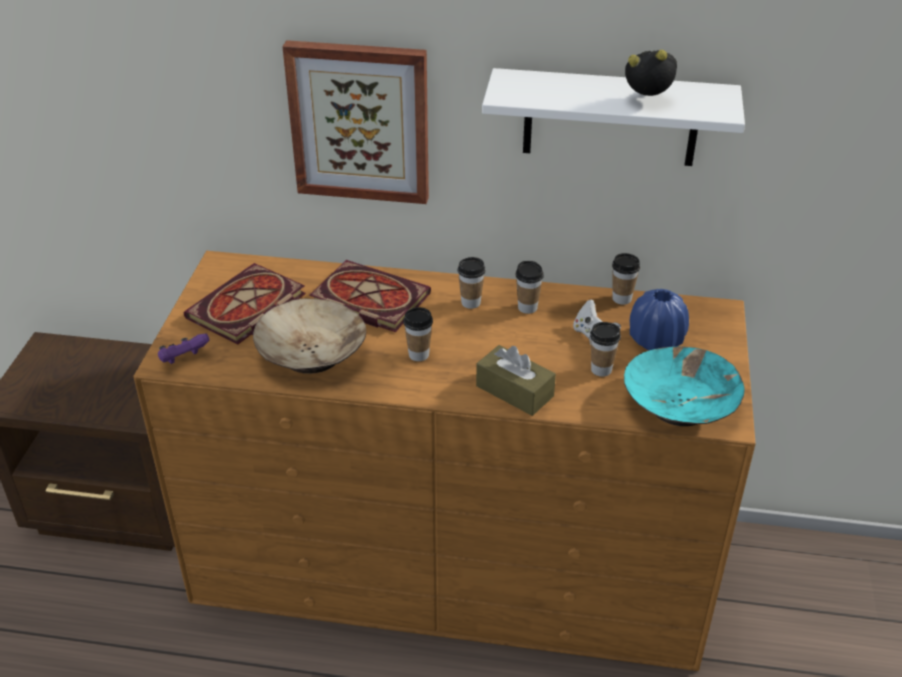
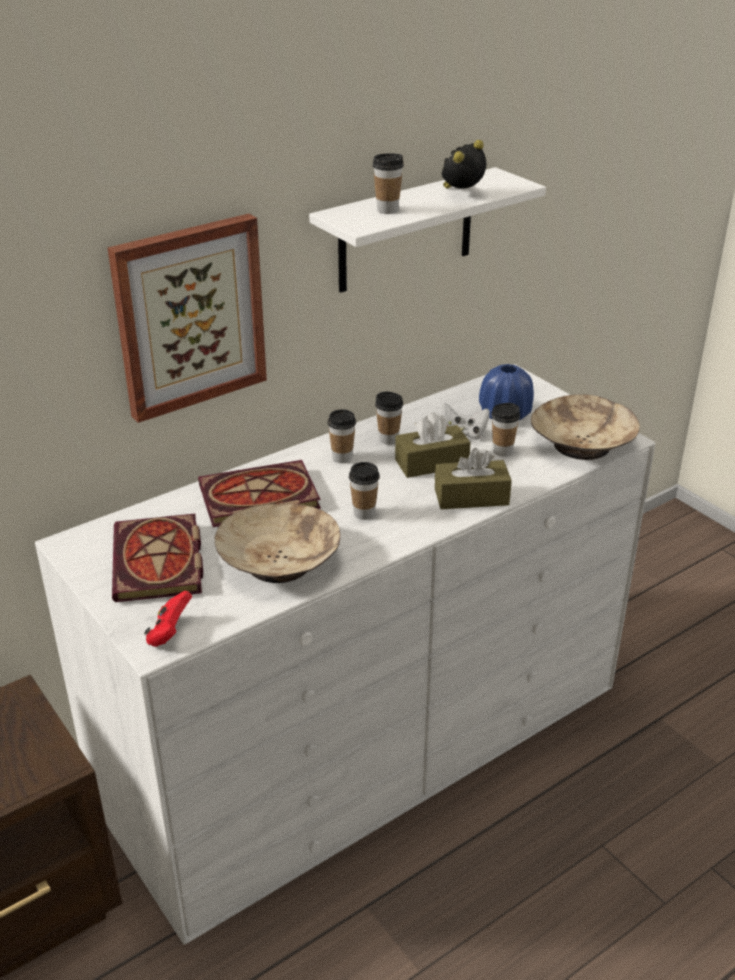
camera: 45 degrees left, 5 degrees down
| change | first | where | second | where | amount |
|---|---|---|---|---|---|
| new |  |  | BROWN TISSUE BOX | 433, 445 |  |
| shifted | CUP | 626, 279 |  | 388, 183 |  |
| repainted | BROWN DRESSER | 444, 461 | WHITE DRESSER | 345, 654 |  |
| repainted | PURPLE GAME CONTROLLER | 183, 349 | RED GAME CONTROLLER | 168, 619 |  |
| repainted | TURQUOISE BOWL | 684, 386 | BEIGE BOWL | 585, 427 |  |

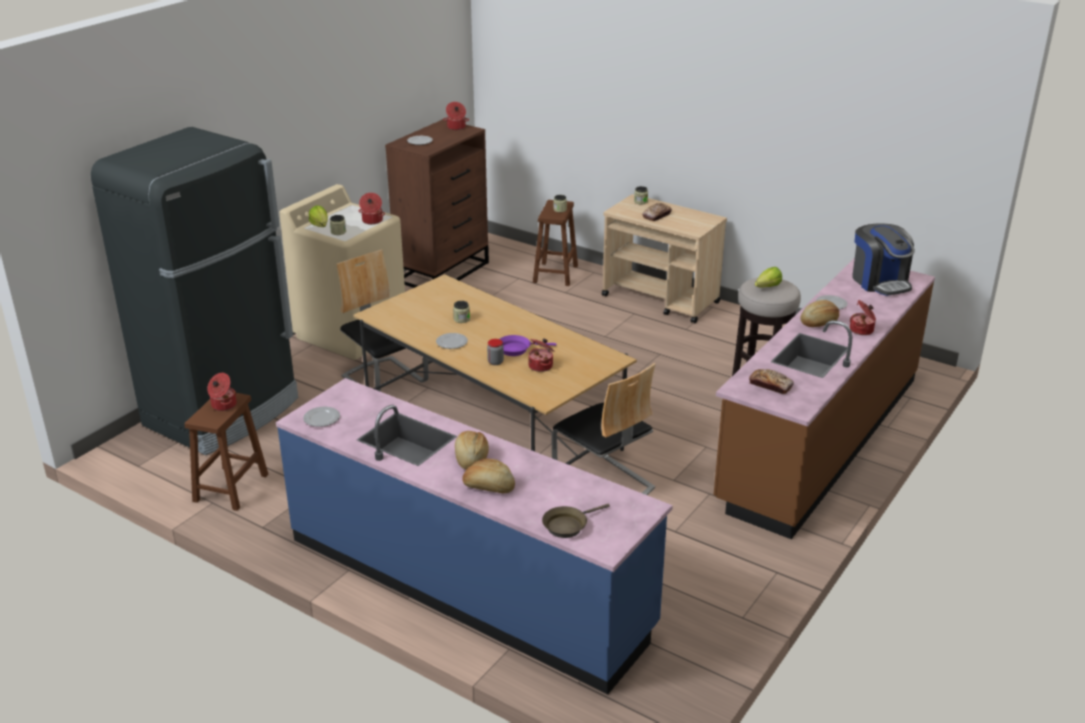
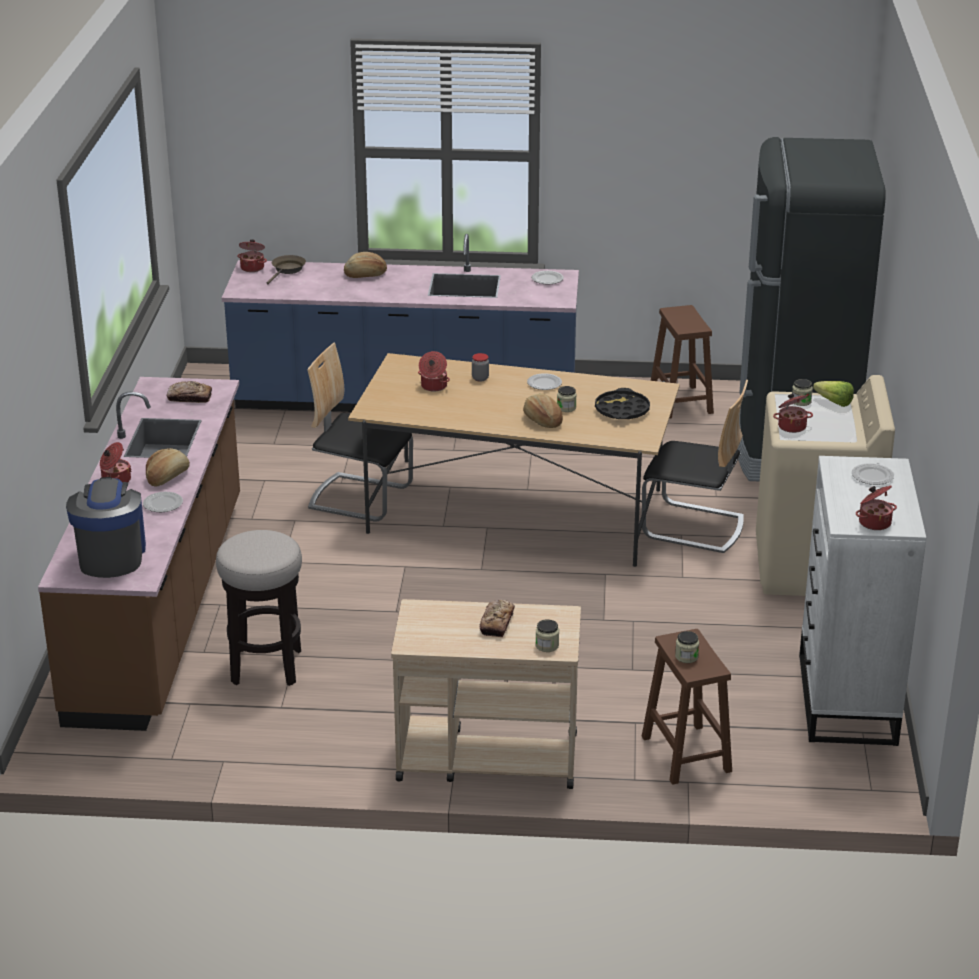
camera: 150 degrees right, 0 degrees up
| change | first | where | second | where | amount |
|---|---|---|---|---|---|
| gone | PURPLE FRYING PAN | 528, 345 |  |  |  |
| gone | LETTUCE | 768, 277 |  |  |  |
| new |  |  | BLACK TRAY | 622, 403 |  |
| shifted | COOKING POT | 222, 392 |  | 252, 255 |  |
| shifted | BREAD | 472, 450 |  | 543, 410 |  |
| repainted | BROWN DRESSER | 437, 203 | WHITE DRESSER | 862, 601 |  |
| rotated | COFFEE MACHINE | 883, 260 |  | 106, 527 | 45 degrees clockwise |

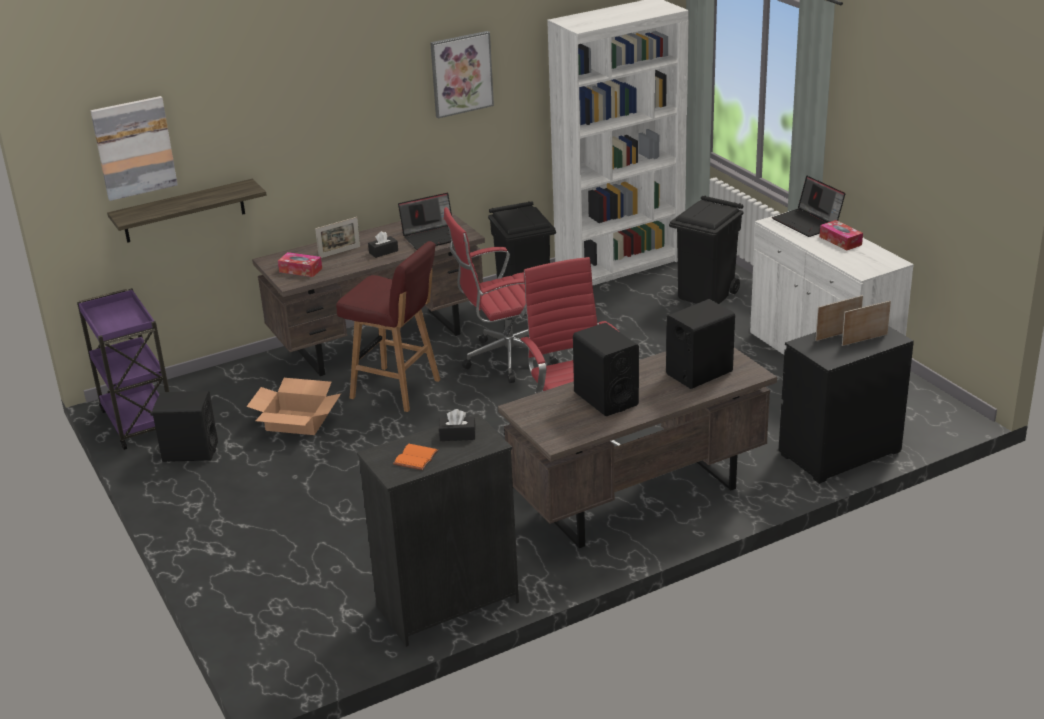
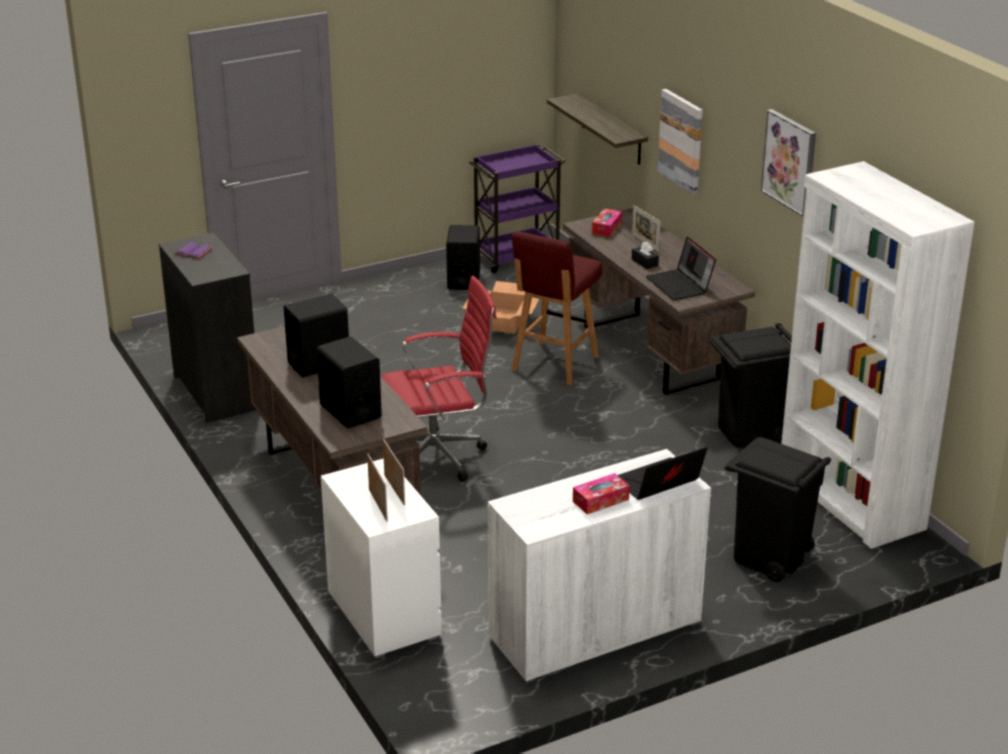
camera: 90 degrees right, 0 degrees up
| change | first | where | second | where | amount |
|---|---|---|---|---|---|
| gone | BLACK TISSUE BOX | 457, 425 |  |  |  |
| gone | RED OFFICE CHAIR | 501, 295 |  |  |  |
| shifted | PICTURE | 134, 148 |  | 680, 142 |  |
| repainted | ORANGE BOOK | 416, 457 | PURPLE BOOK | 194, 250 |  |
| repainted | BLACK DRESSER | 846, 405 | WHITE DRESSER | 381, 558 |  |

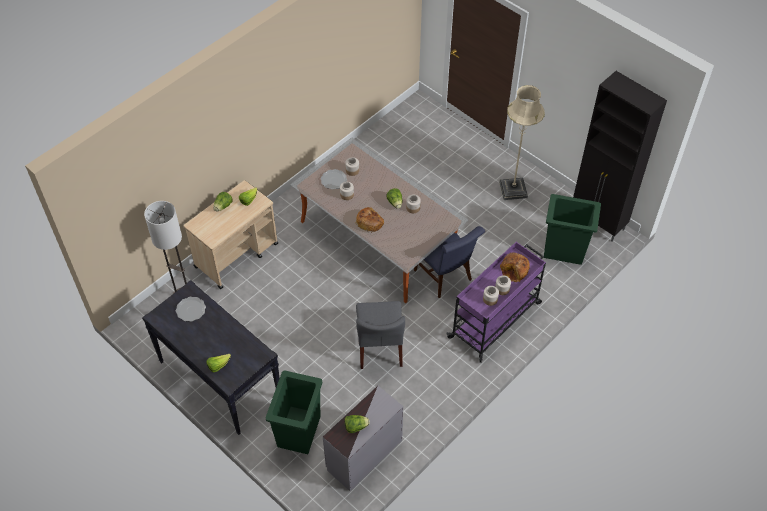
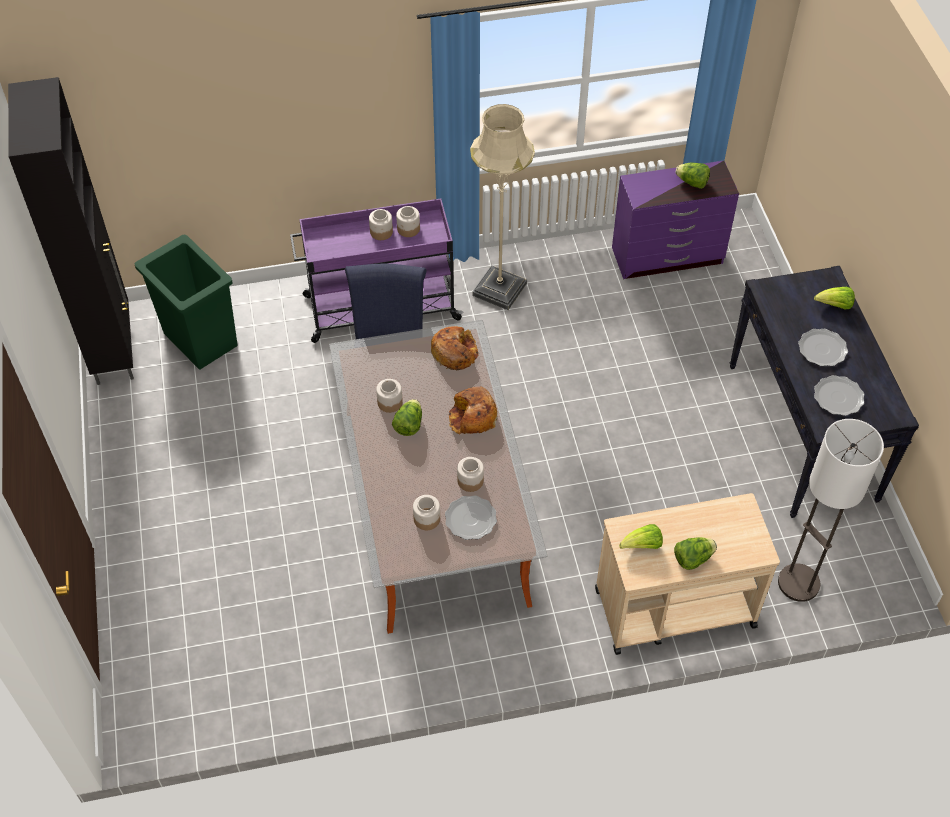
camera: 145 degrees left, 0 degrees up
| change | first | where | second | where | amount |
|---|---|---|---|---|---|
| gone | GREEN TRASH CAN | 294, 412 |  |  |  |
| gone | GREY CHAIR | 380, 335 |  |  |  |
| new |  |  | PLATE | 823, 347 |  |
| shifted | BEIGE FLOOR LAMP | 522, 142 |  | 502, 207 |  |
| shifted | BREAD | 515, 267 |  | 455, 348 |  |
| repainted | GREY DRESSER | 363, 438 | PURPLE DRESSER | 675, 220 |  |

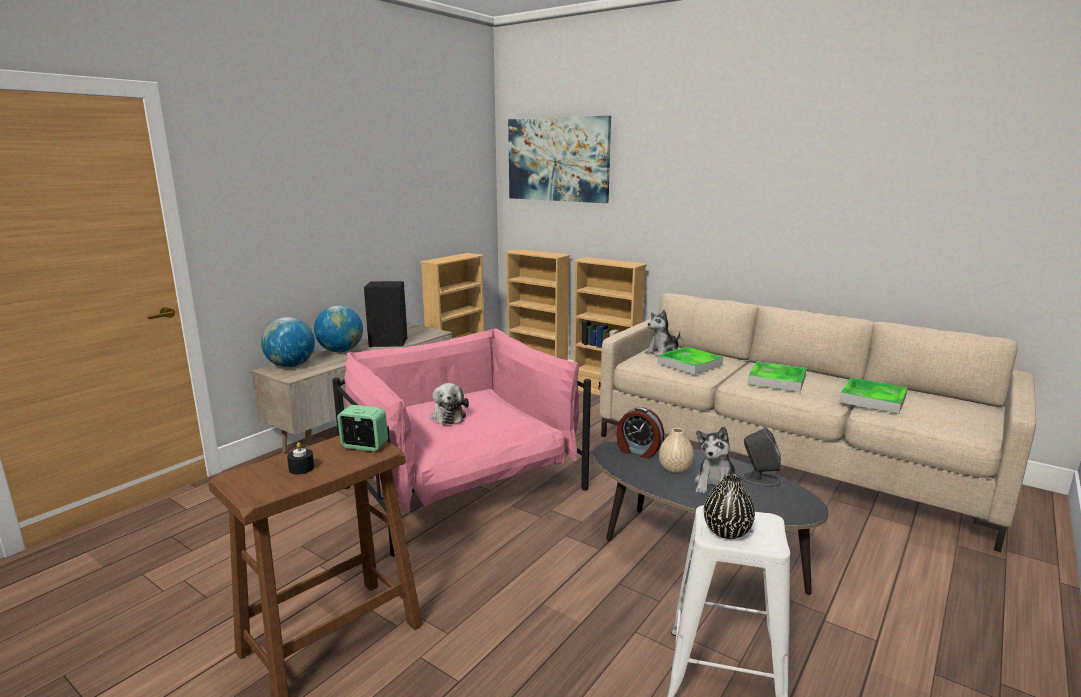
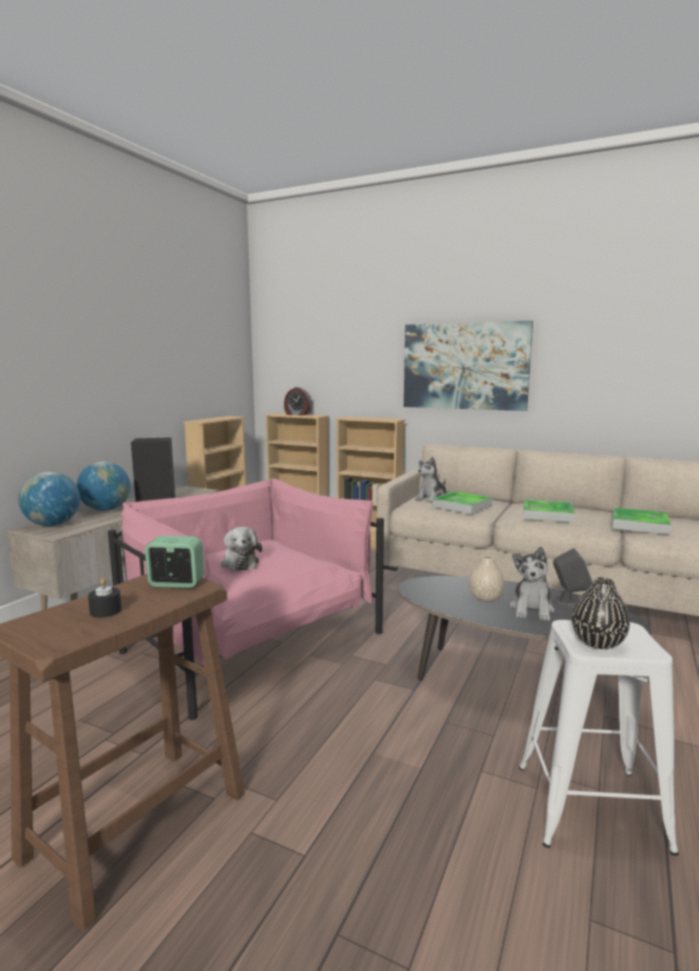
camera: 10 degrees left, 5 degrees down
| change | first | where | second | where | amount |
|---|---|---|---|---|---|
| shifted | PICTURE | 559, 159 |  | 468, 366 |  |
| shifted | ALARM CLOCK | 640, 433 |  | 298, 401 |  |

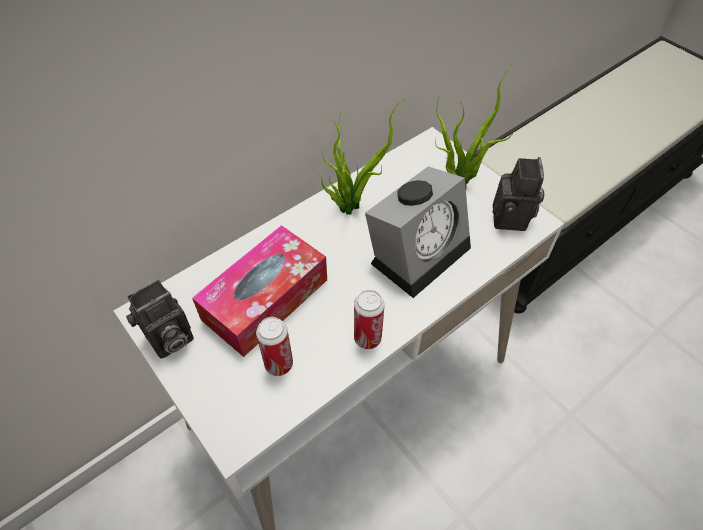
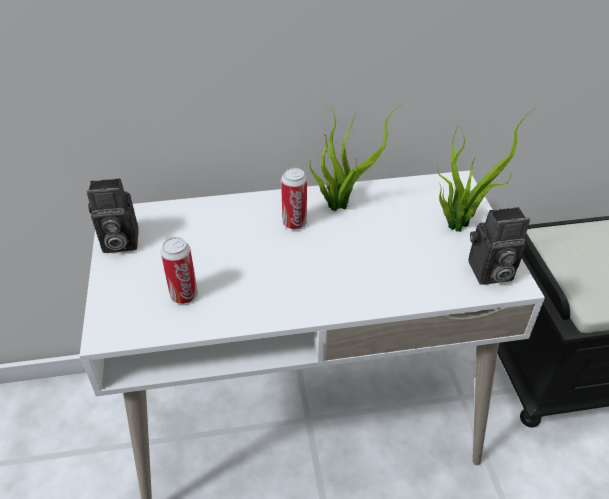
camera: 30 degrees right, 10 degrees down
| change | first | where | second | where | amount |
|---|---|---|---|---|---|
| gone | TISSUE BOX | 259, 291 |  |  |  |
| gone | ALARM CLOCK | 418, 232 |  |  |  |
| shifted | CAN | 369, 319 |  | 294, 198 |  |
| rotated | PHOTO CAMERA | 518, 194 |  | 499, 246 | 45 degrees clockwise |

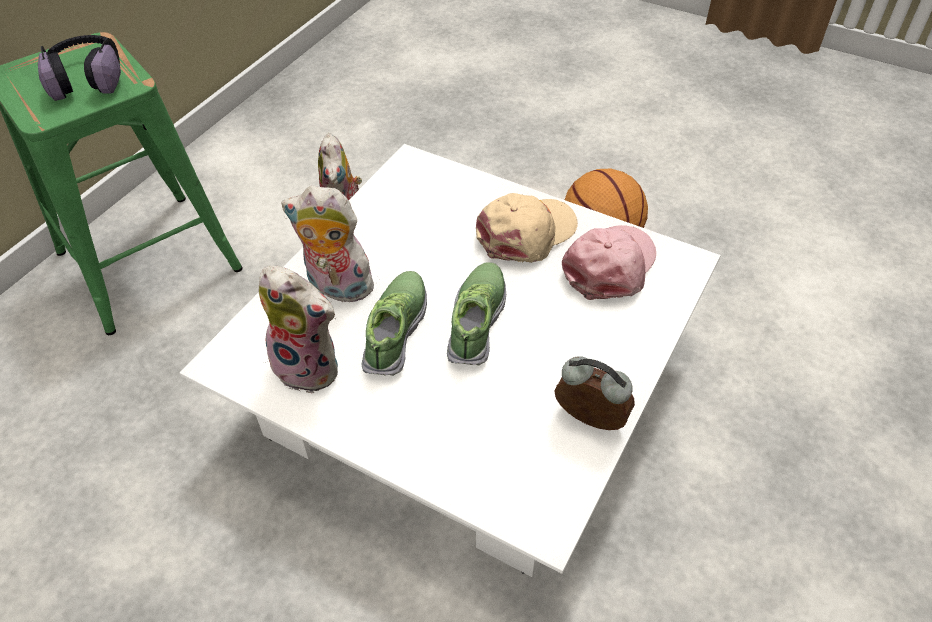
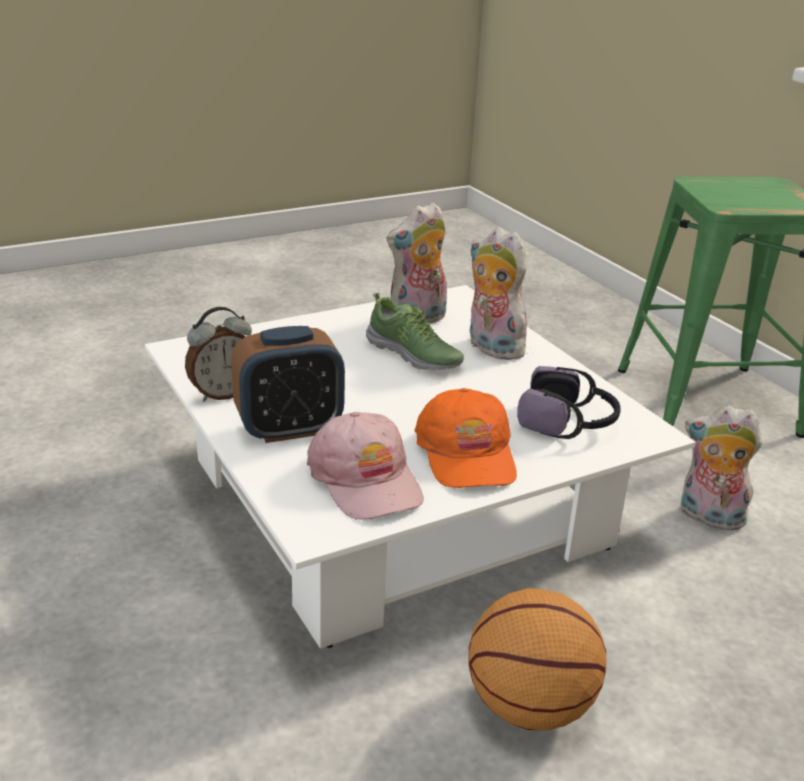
camera: 120 degrees right, 20 degrees down
| change | first | where | second | where | amount |
|---|---|---|---|---|---|
| gone | SHOE | 476, 313 |  |  |  |
| new |  |  | ALARM CLOCK | 288, 384 |  |
| shifted | HEADPHONES | 79, 68 |  | 569, 402 |  |
| repainted | BEIGE CAP | 527, 228 | ORANGE CAP | 466, 438 |  |
| rotated | PLUSH TOY | 331, 244 |  | 499, 293 | 90 degrees counterclockwise |

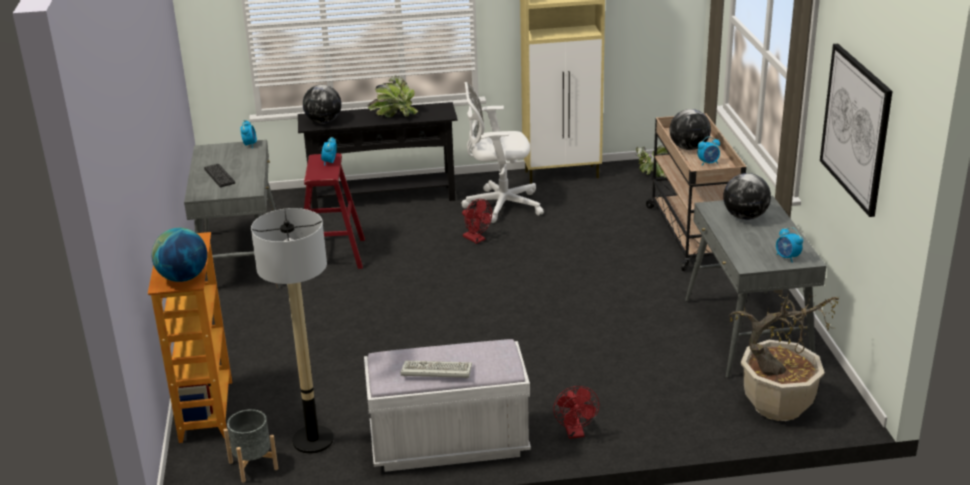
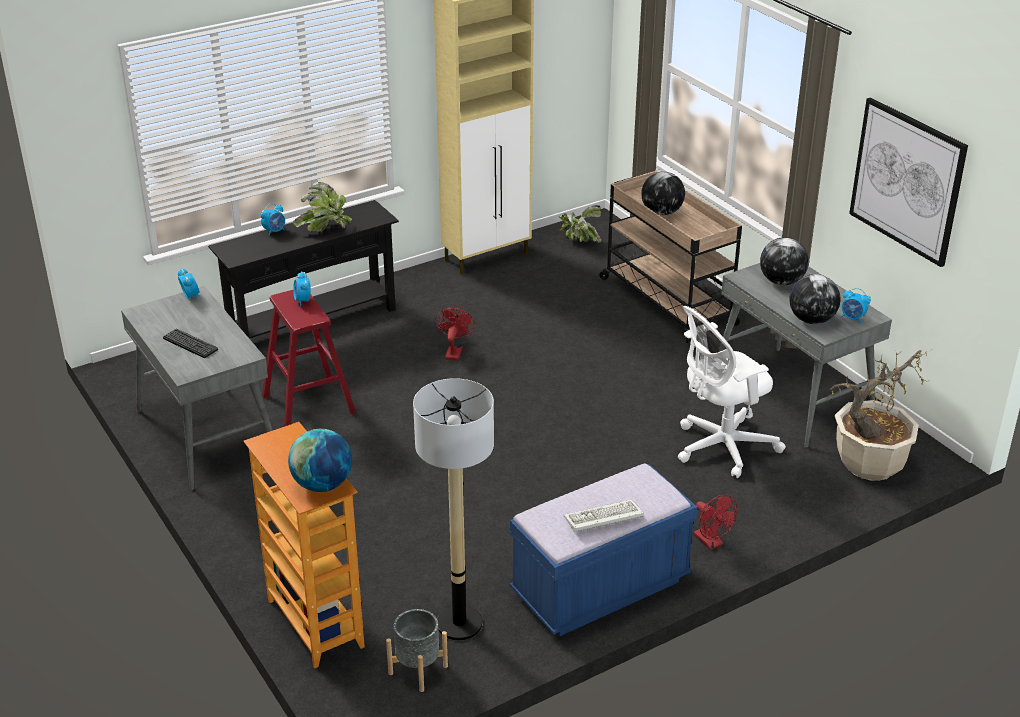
camera: 25 degrees left, 5 degrees up
| change | first | where | second | where | amount |
|---|---|---|---|---|---|
| shifted | GLOBE | 322, 104 |  | 815, 299 |  |
| shifted | WHITE OFFICE CHAIR | 502, 152 |  | 732, 392 |  |
| shifted | ALARM CLOCK | 709, 151 |  | 272, 219 |  |
| repainted | WHITE BENCH | 447, 405 | BLUE BENCH | 603, 549 |  |
| rotated | RED FAN | 477, 221 |  | 455, 334 | 105 degrees counterclockwise |

